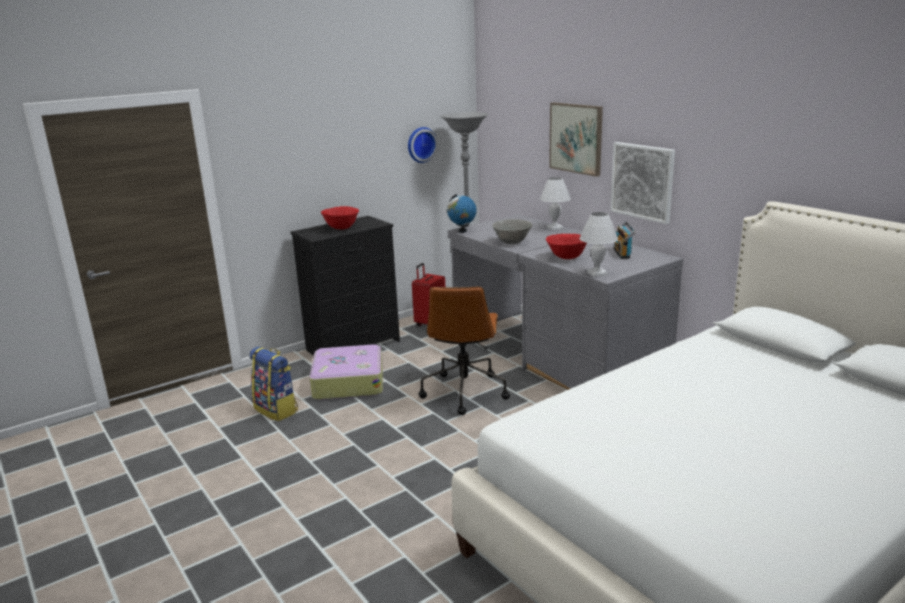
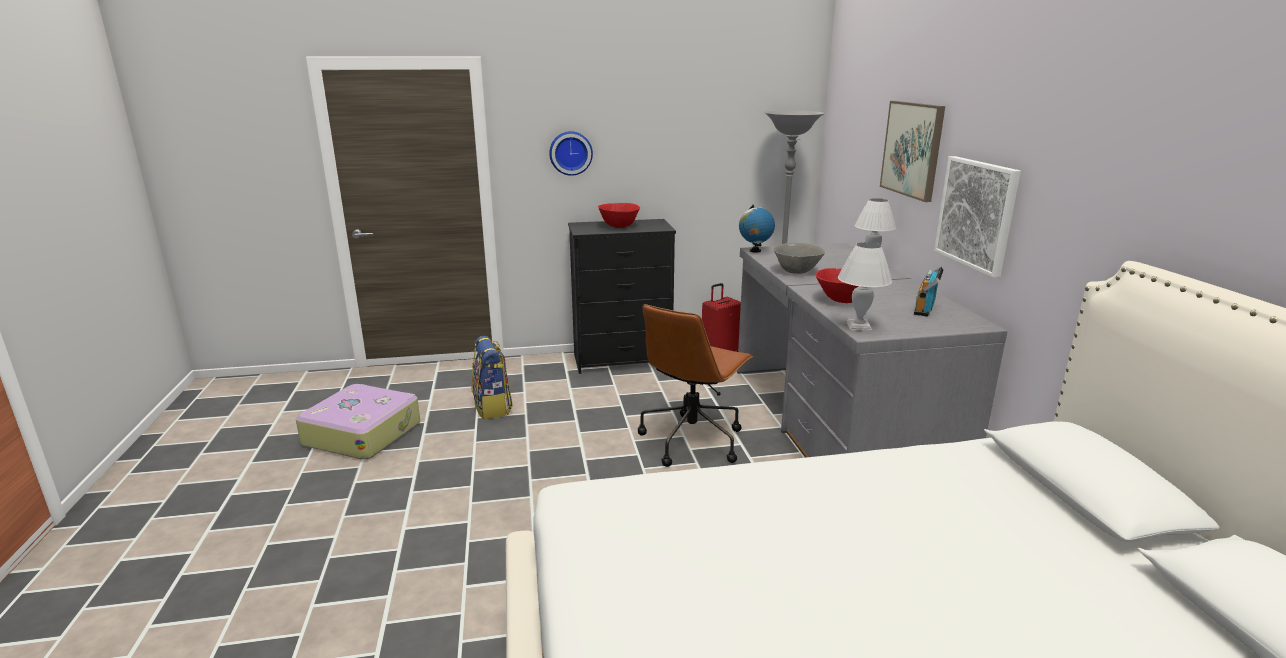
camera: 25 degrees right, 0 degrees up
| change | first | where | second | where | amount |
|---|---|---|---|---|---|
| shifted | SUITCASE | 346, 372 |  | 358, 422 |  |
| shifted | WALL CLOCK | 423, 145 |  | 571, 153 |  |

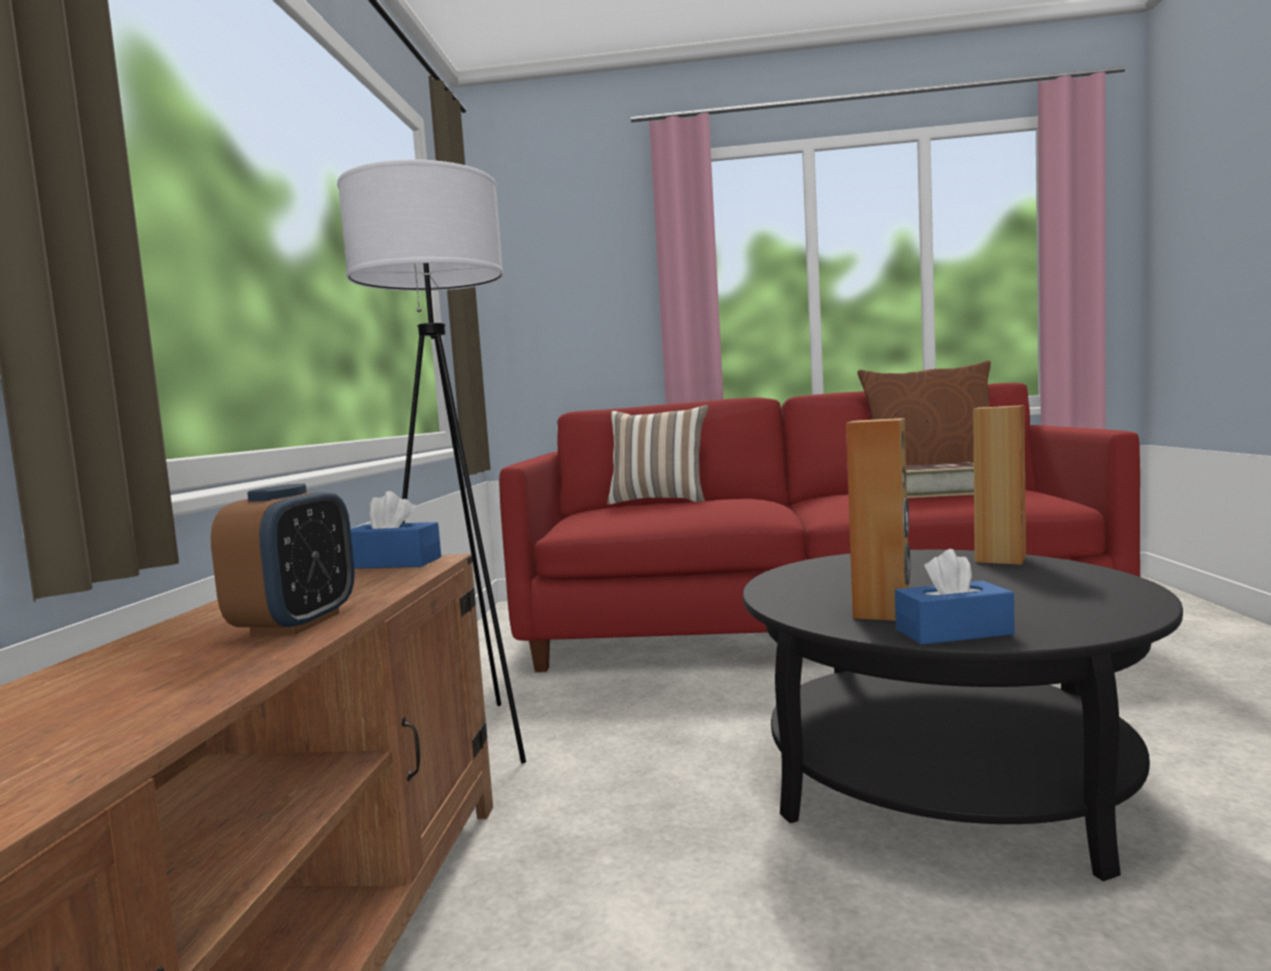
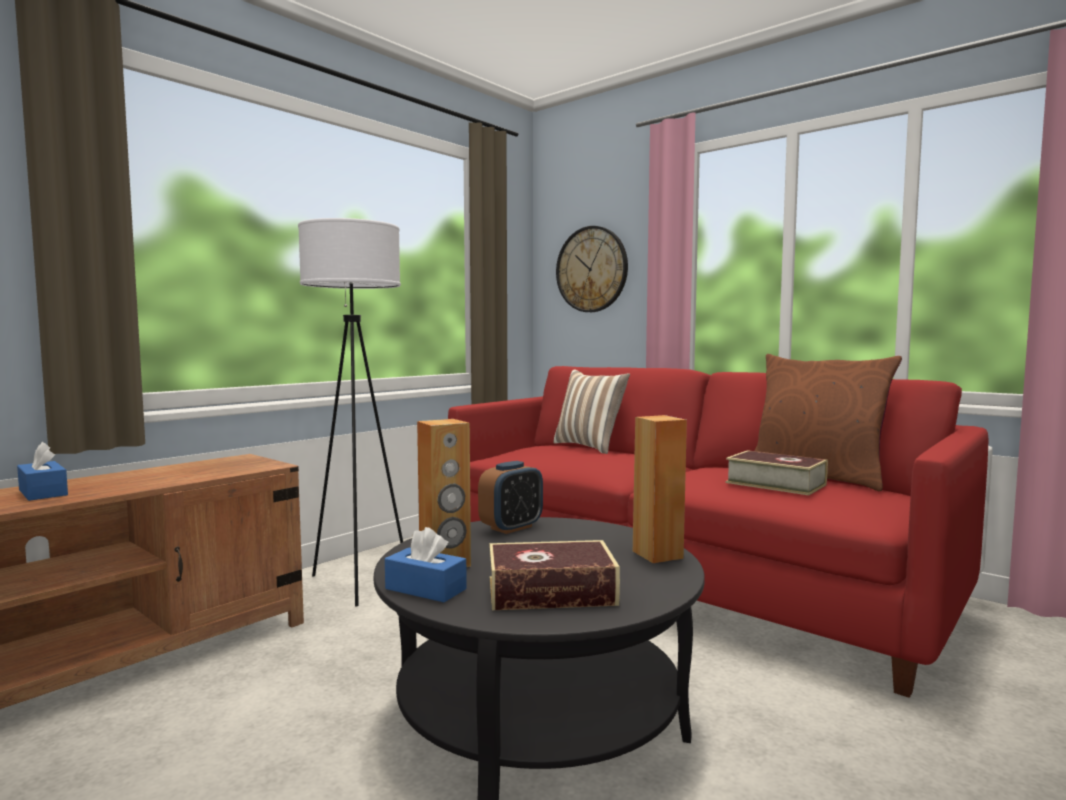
camera: 35 degrees right, 0 degrees up
| change | first | where | second | where | amount |
|---|---|---|---|---|---|
| new |  |  | BOOK | 555, 575 |  |
| new |  |  | WALL CLOCK | 592, 269 |  |
| shifted | ALARM CLOCK | 283, 559 |  | 510, 497 |  |
| shifted | BLUE TISSUE BOX | 396, 530 |  | 42, 471 |  |

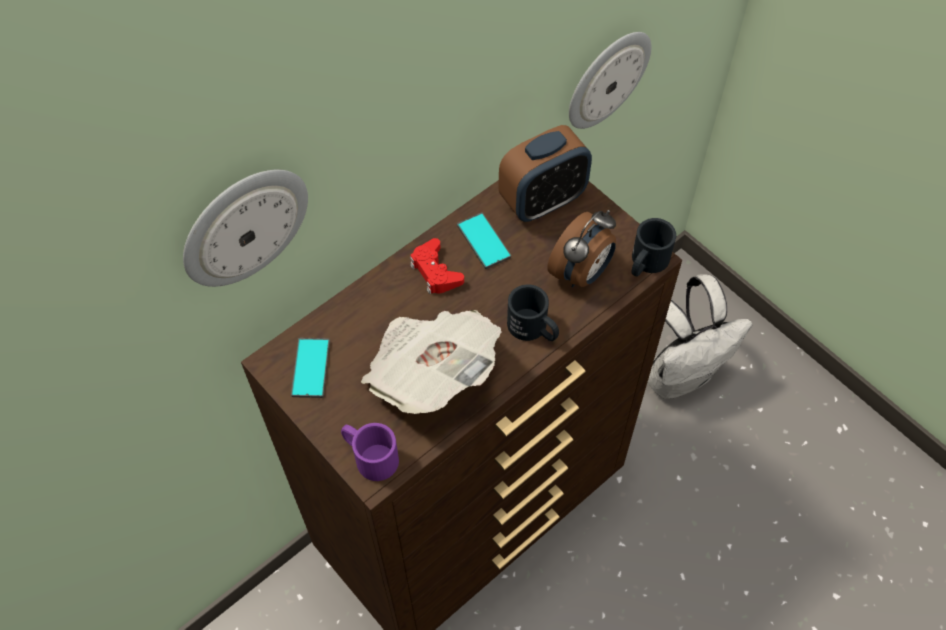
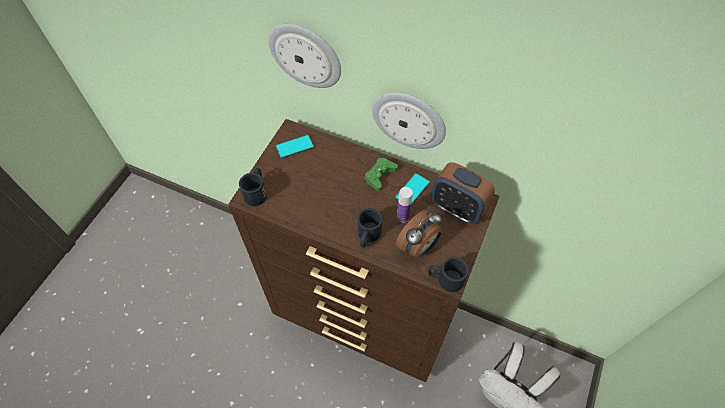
camera: 65 degrees right, 0 degrees up
| change | first | where | second | where | amount |
|---|---|---|---|---|---|
| gone | NEWSPAPER | 431, 362 |  |  |  |
| new |  |  | BOTTLE | 405, 205 |  |
| shifted | WALL CLOCK | 610, 80 |  | 409, 121 |  |
| repainted | PURPLE MUG | 370, 452 | BLACK MUG | 253, 187 |  |
| repainted | RED GAME CONTROLLER | 437, 266 | GREEN GAME CONTROLLER | 381, 174 |  |
| rotated | ALARM CLOCK | 581, 249 |  | 419, 234 | 60 degrees counterclockwise |

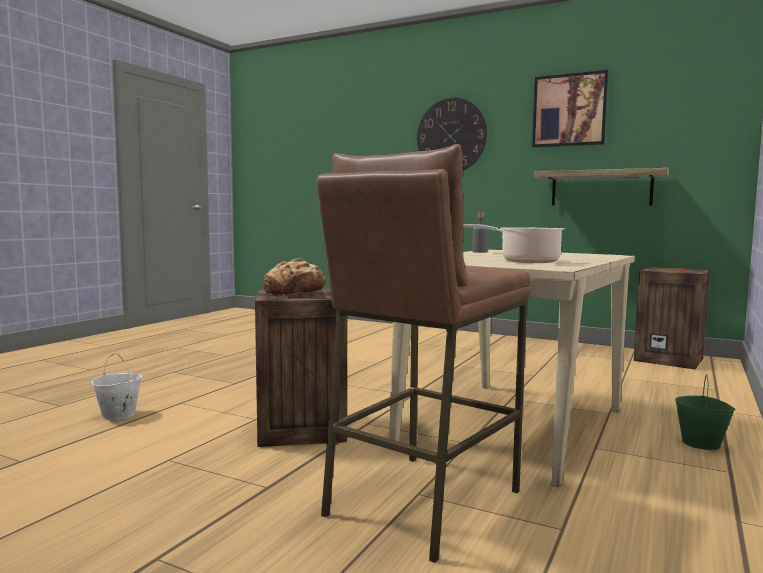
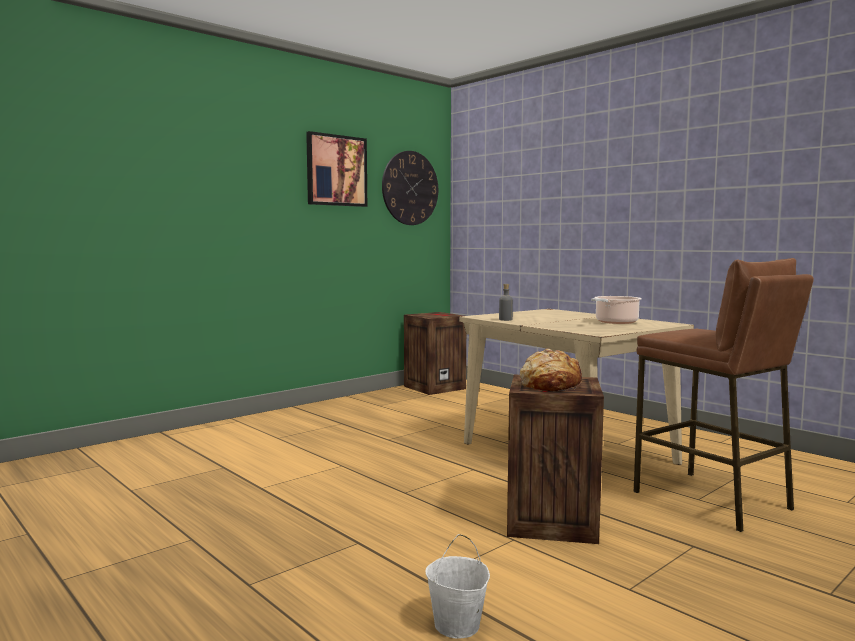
camera: 70 degrees left, 0 degrees up
| change | first | where | second | where | amount |
|---|---|---|---|---|---|
| gone | SHELF | 601, 187 |  |  |  |
| gone | GREEN BUCKET | 705, 412 |  |  |  |
| shifted | WALL CLOCK | 452, 134 |  | 410, 188 |  |

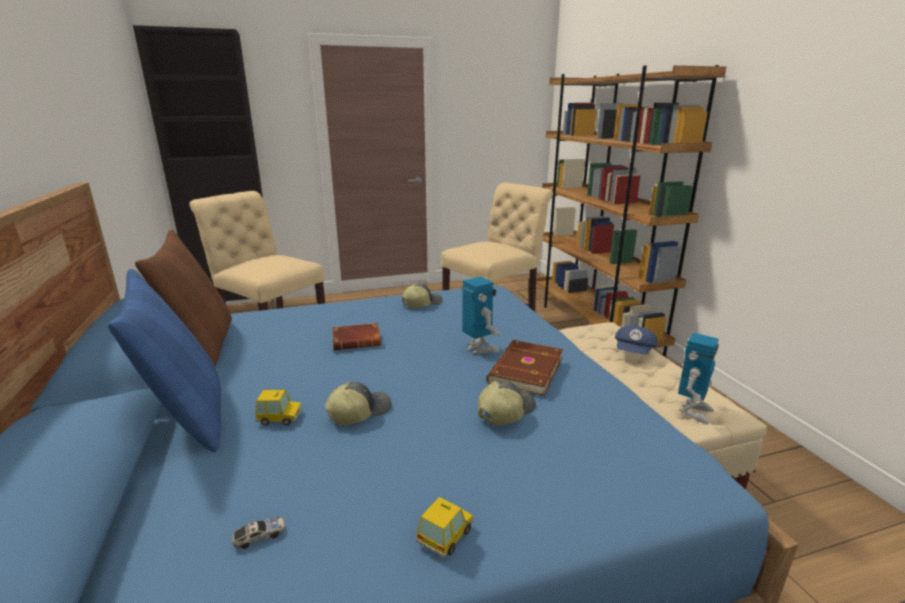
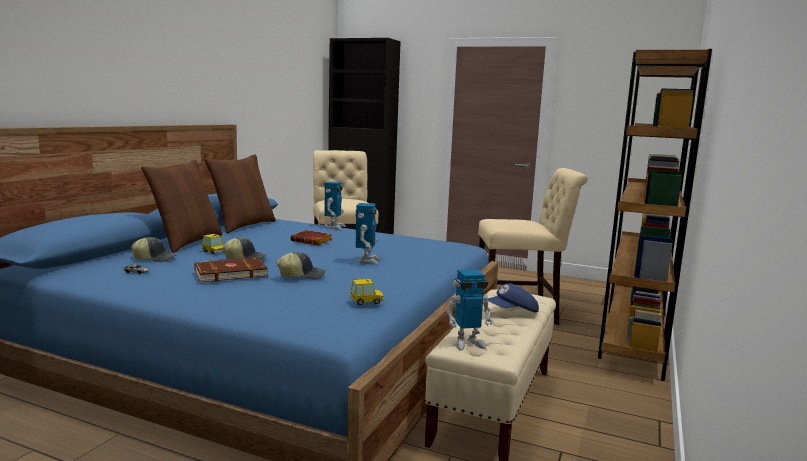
camera: 40 degrees right, 10 degrees down
| change | first | where | second | where | amount |
|---|---|---|---|---|---|
| new |  |  | TOY ROBOT | 335, 205 |  |
| shifted | CAP | 422, 296 |  | 154, 249 |  |
| shifted | TOY CAR | 445, 527 |  | 367, 292 |  |
| shifted | BROWN BOOK | 525, 368 |  | 231, 270 |  |
| repainted | BLUE PILLOW | 164, 360 | BROWN PILLOW | 181, 206 |  |

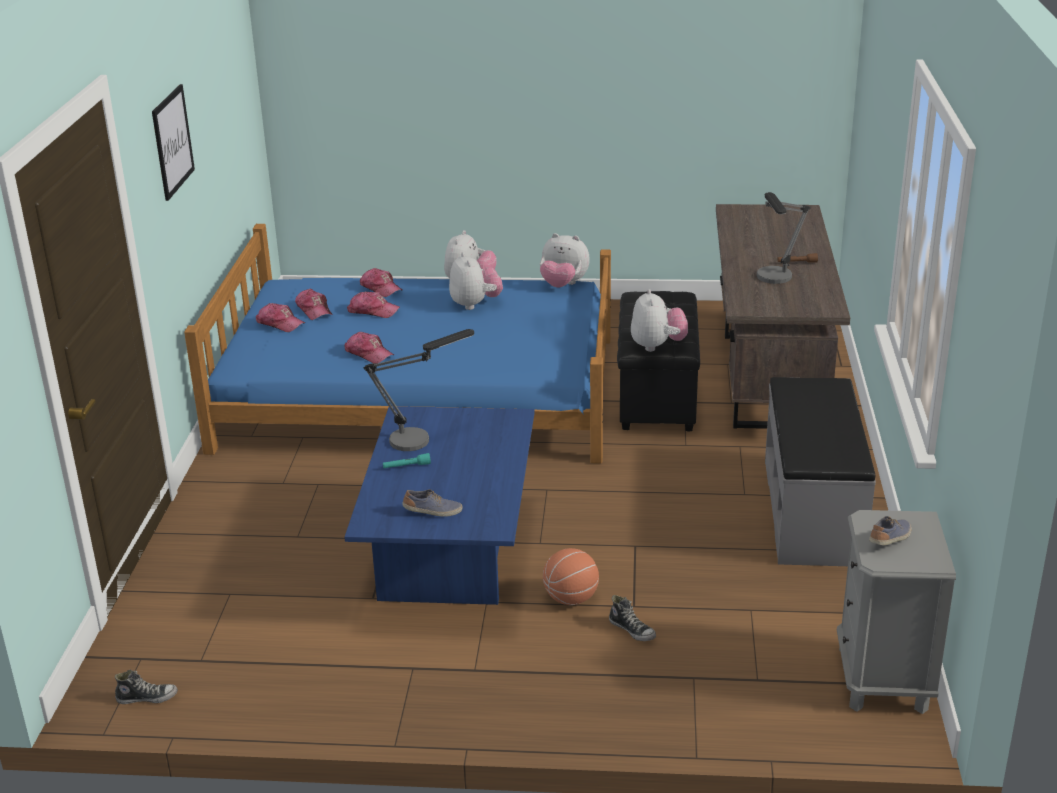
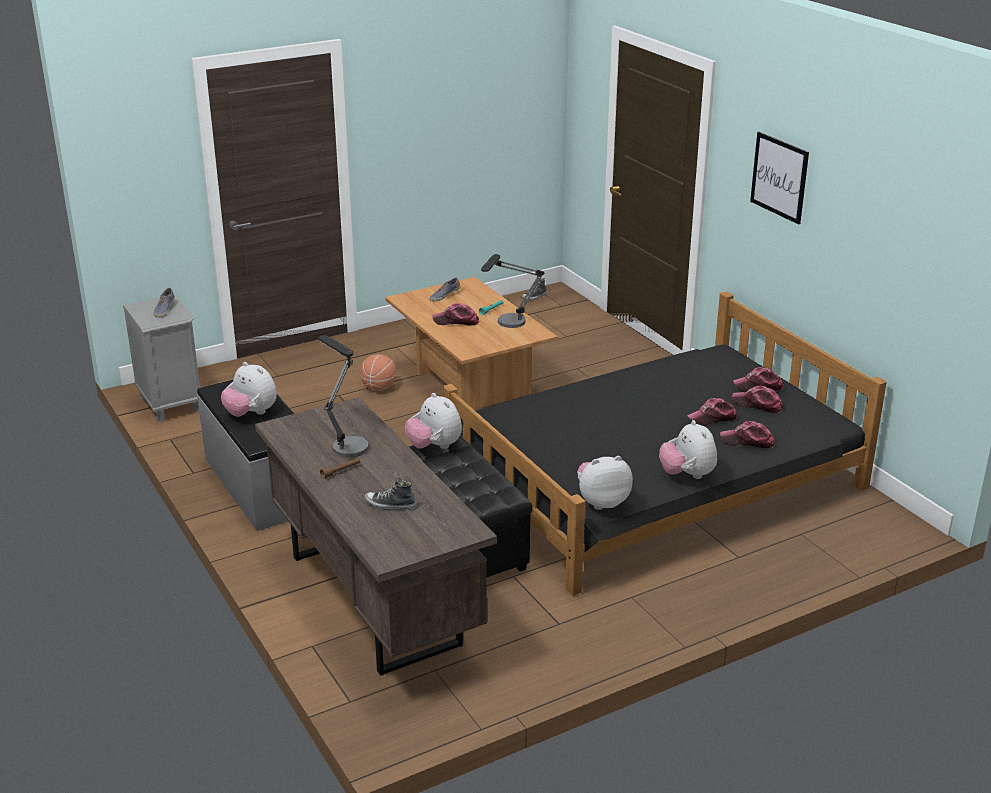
camera: 145 degrees right, 0 degrees up
| change | first | where | second | where | amount |
|---|---|---|---|---|---|
| shifted | CAP | 369, 348 |  | 455, 314 |  |
| shifted | PLUSH TOY | 476, 281 |  | 249, 389 |  |
| shifted | SHOE | 632, 618 |  | 389, 494 |  |
| repainted | BLUE BED | 397, 344 | BLACK BED | 665, 443 |  |
| repainted | BLUE COFFEE TABLE | 439, 505 | BROWN COFFEE TABLE | 471, 343 |  |

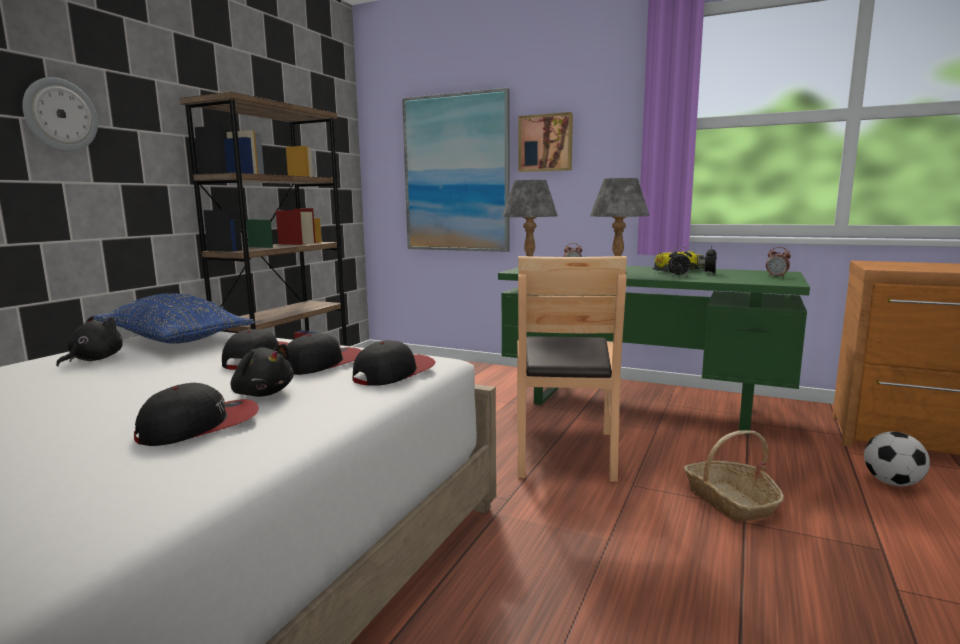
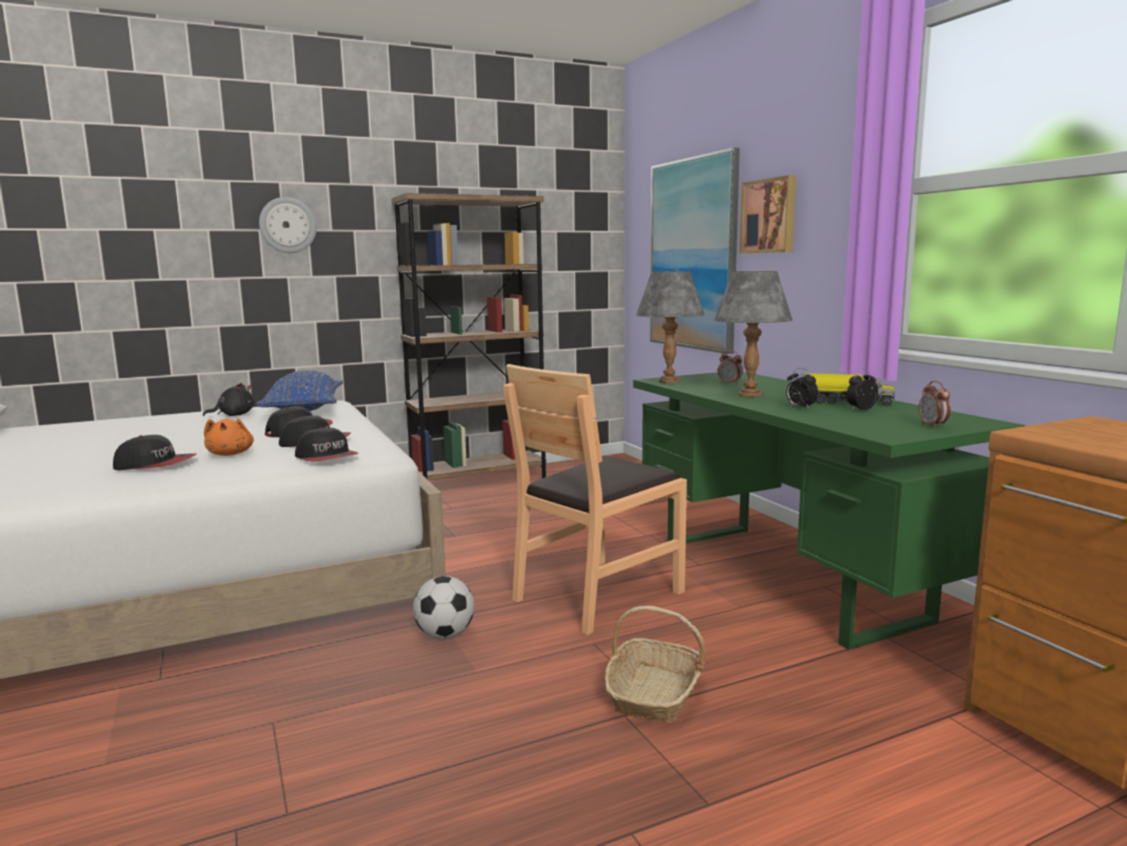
camera: 40 degrees right, 0 degrees up
| change | first | where | second | where | amount |
|---|---|---|---|---|---|
| shifted | FOOTBALL | 897, 459 |  | 443, 607 |  |
| repainted | BLACK PLUSH TOY | 262, 370 | ORANGE PLUSH TOY | 229, 437 |  |
| rotated | CAP | 393, 363 |  | 327, 444 | 60 degrees clockwise |

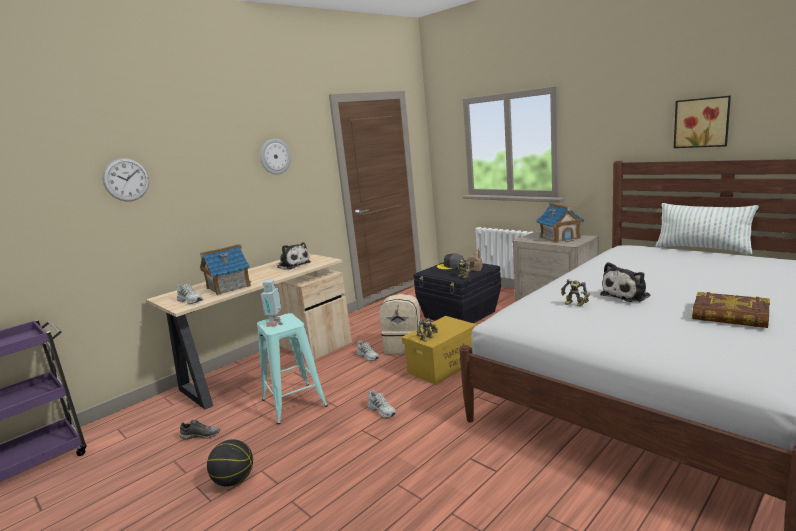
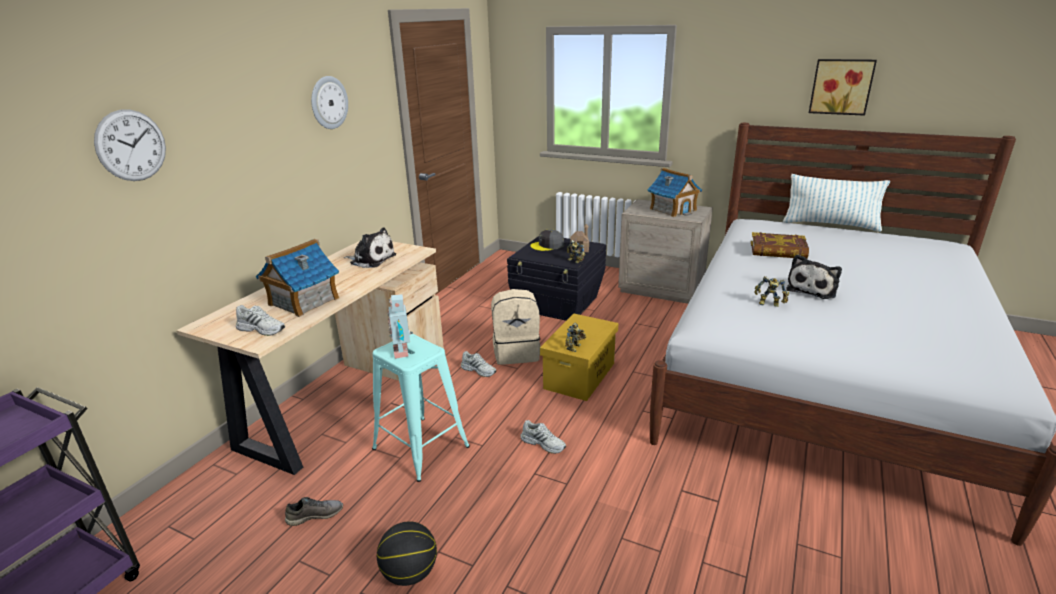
camera: 20 degrees left, 10 degrees up
| change | first | where | second | where | amount |
|---|---|---|---|---|---|
| shifted | BOOK | 731, 310 |  | 780, 245 |  |

